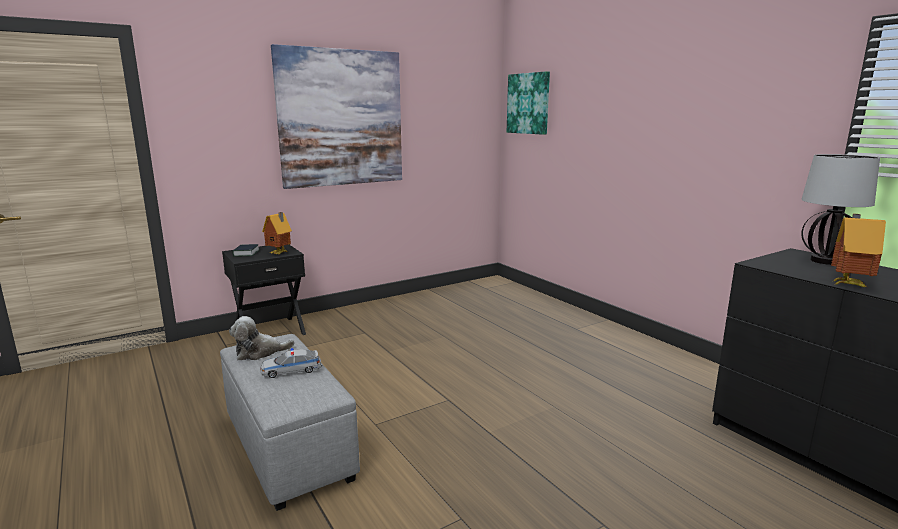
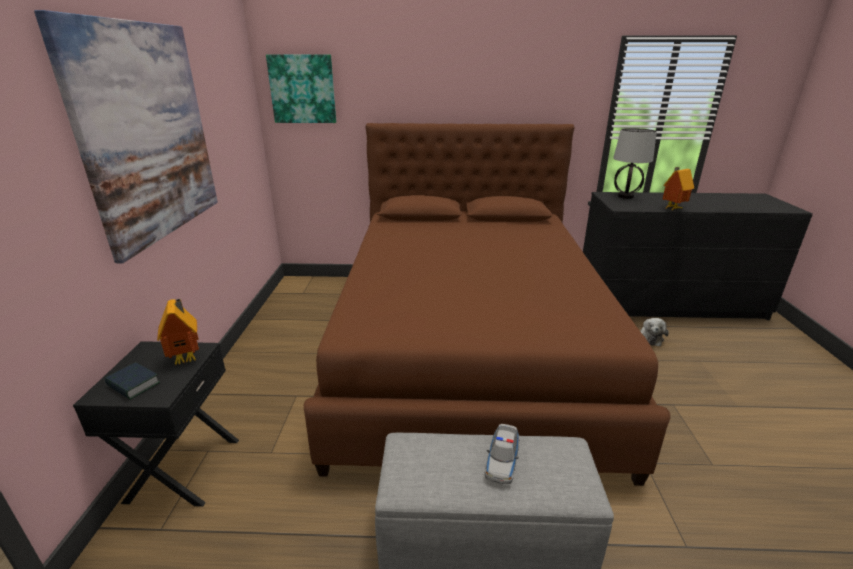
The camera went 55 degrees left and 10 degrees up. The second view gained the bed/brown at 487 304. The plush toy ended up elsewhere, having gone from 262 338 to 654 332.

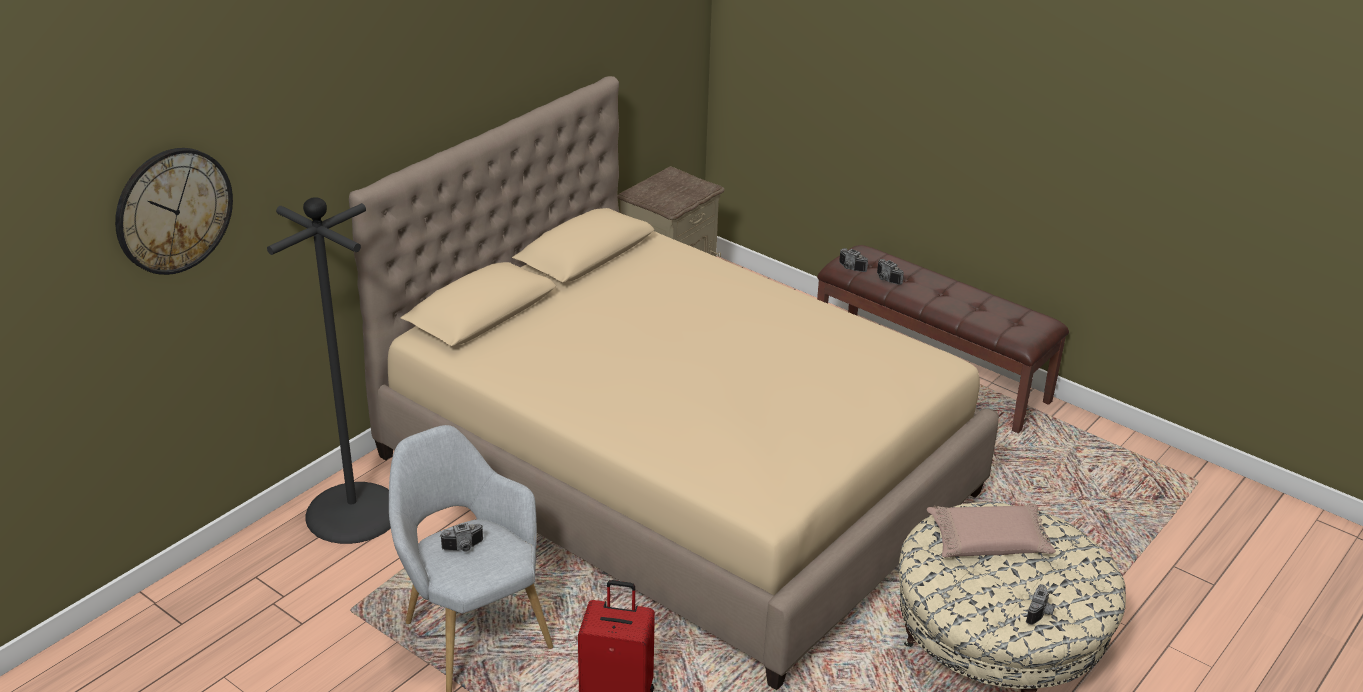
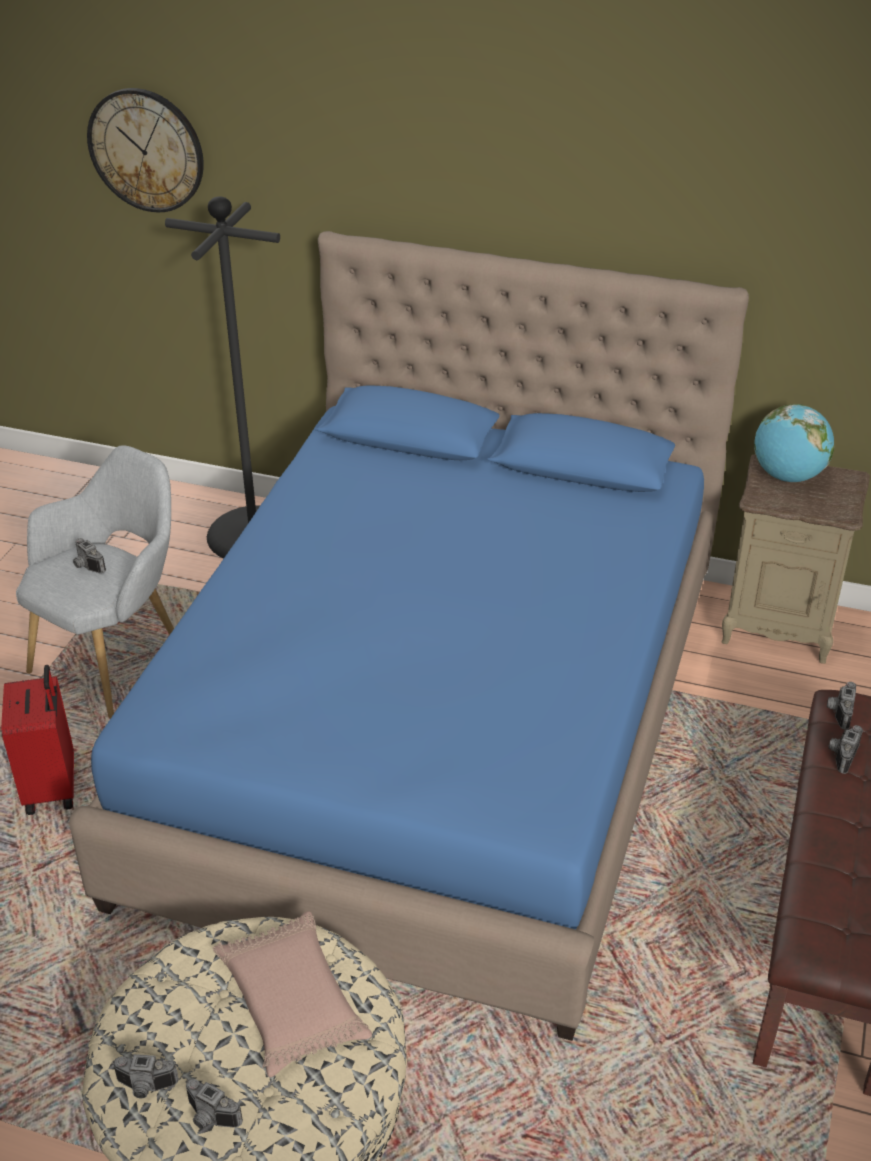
The camera went 70 degrees right and 5 degrees up. What was the bed/beige at 674 383 turned into the bed/blue at 409 636. The second view gained the photo camera at 214 1104. The second view gained the globe at 794 443.

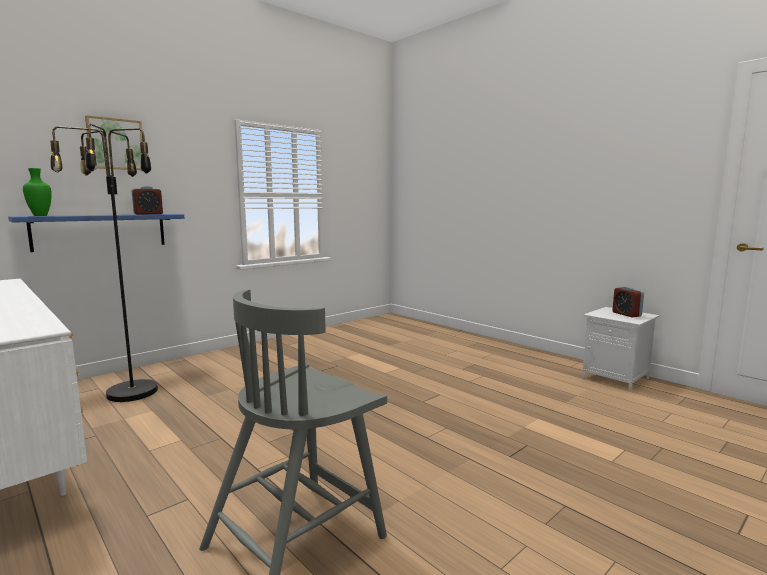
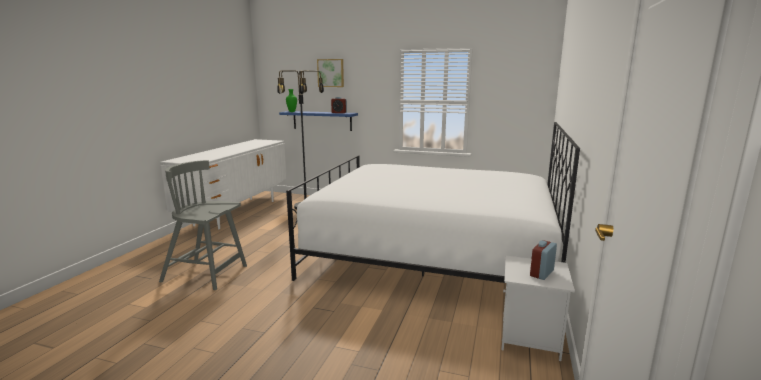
The camera went 60 degrees right and 5 degrees up. The second view gained the bed/white at 433 202.

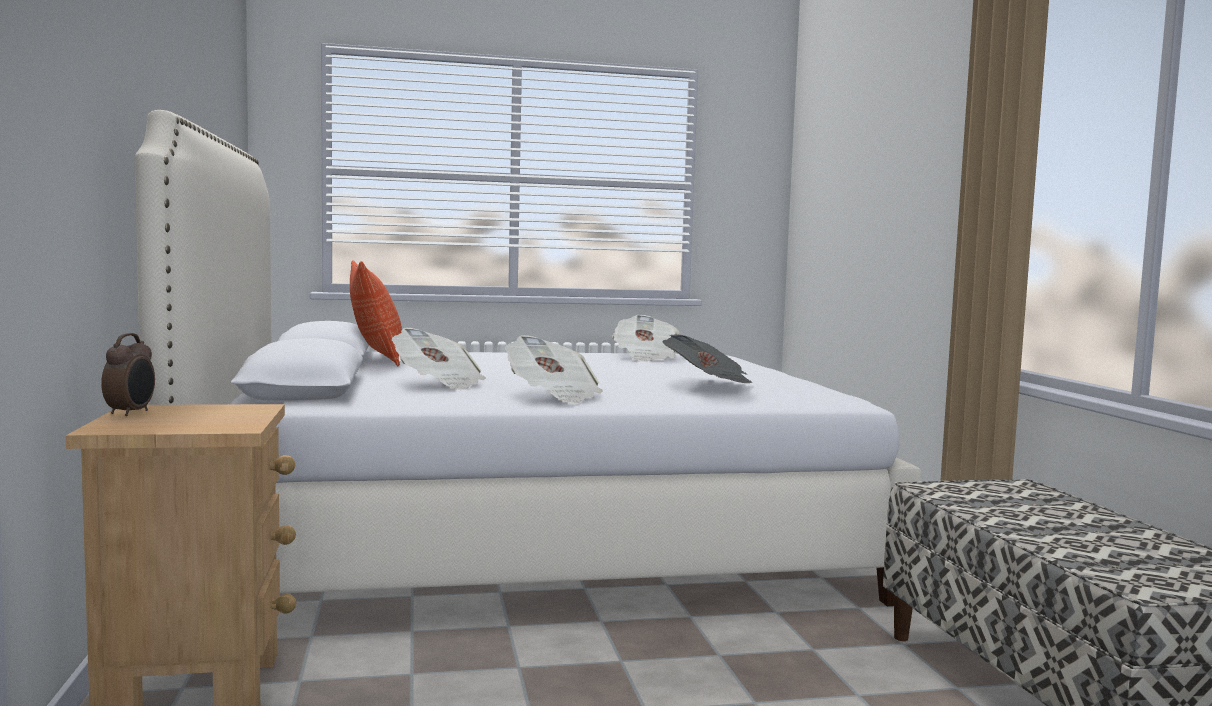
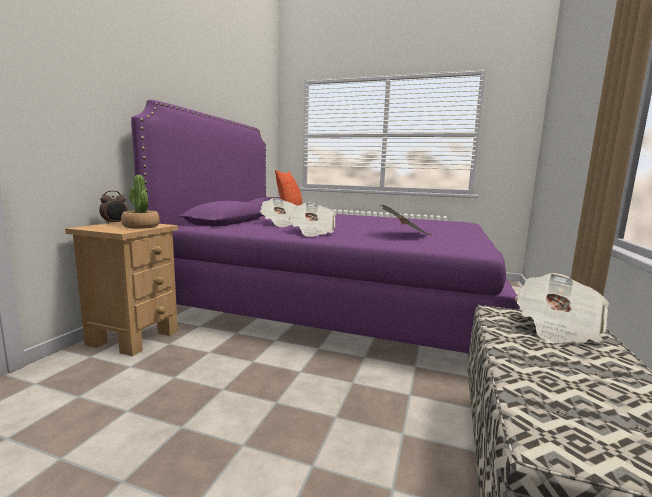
The camera went 30 degrees right and 5 degrees up. The second view gained the potted plant at 140 202. What was the bed/white at 528 358 turned into the bed/purple at 325 226. The newspaper ended up elsewhere, having gone from 645 338 to 562 308.

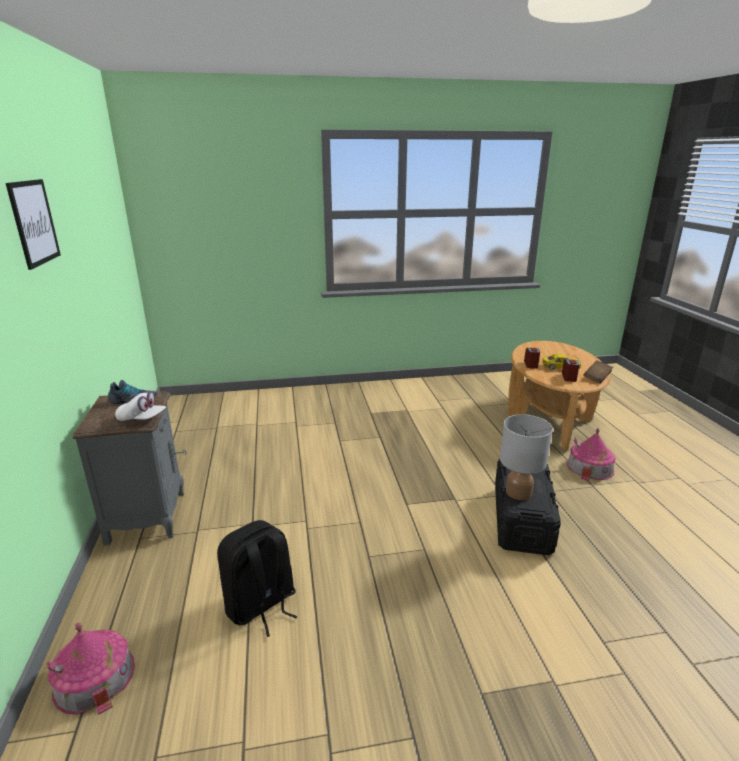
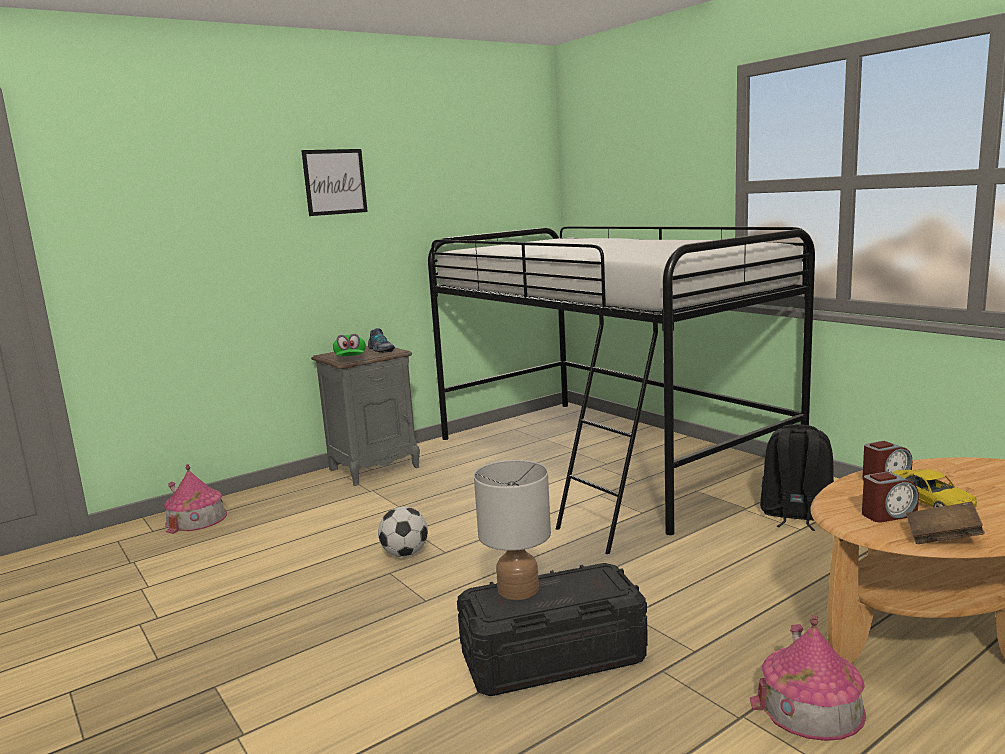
The camera went 65 degrees right and 10 degrees down. What was the cap/white at 140 406 turned into the cap/green at 349 345. The second view gained the football at 403 532. The second view gained the bed/black at 621 390. The backpack/black ended up elsewhere, having gone from 257 578 to 797 477.

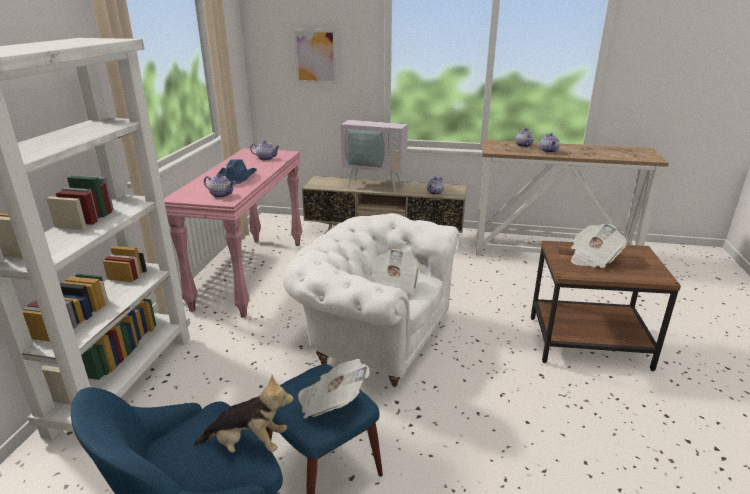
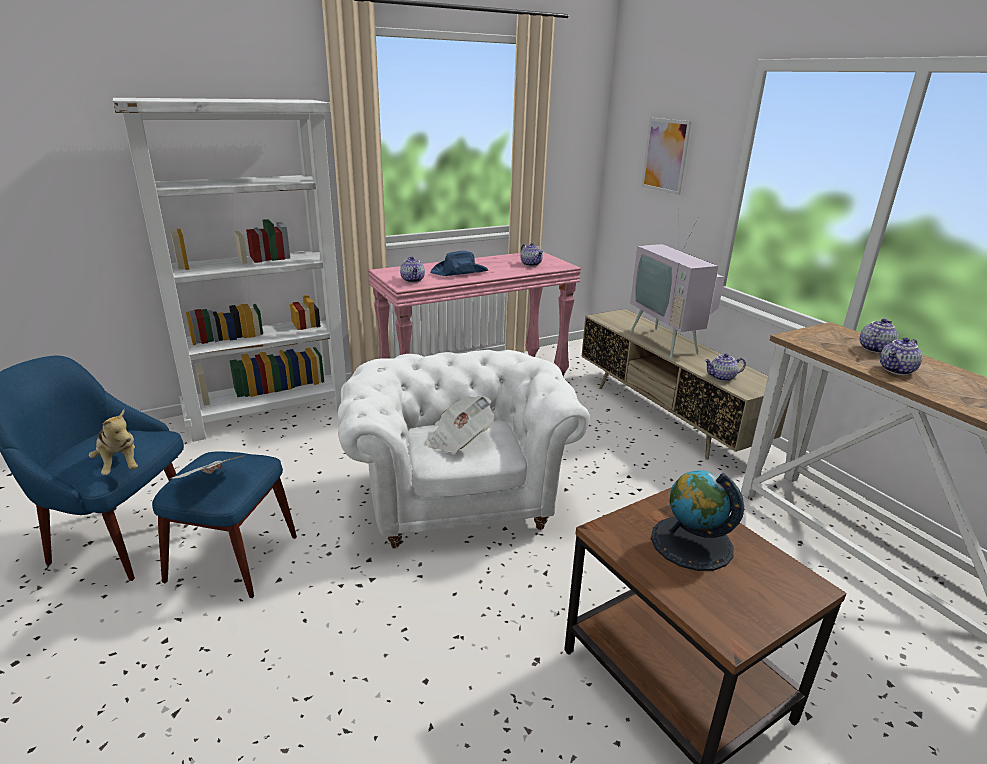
The camera went 50 degrees right and 0 degrees up. Where the newspaper stood at 599 246, the globe came to stand at 697 520.

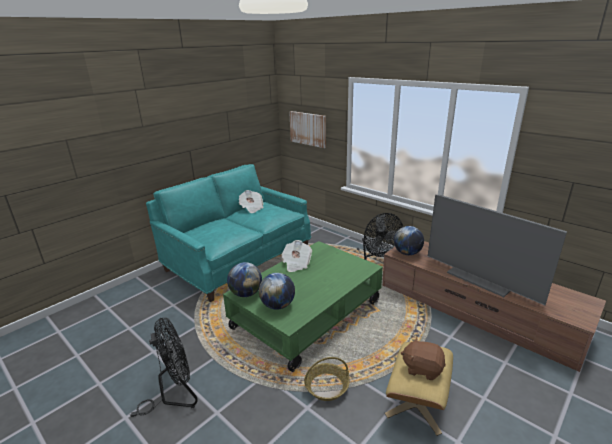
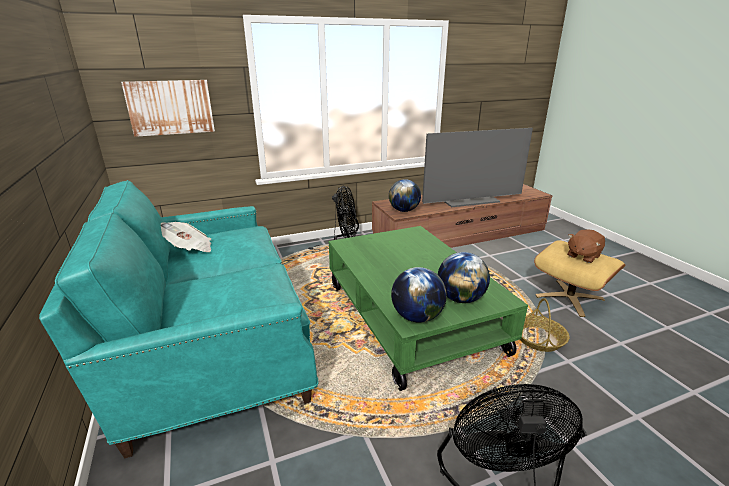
The camera went 65 degrees left and 0 degrees up. The second view lost the newspaper at 297 256.

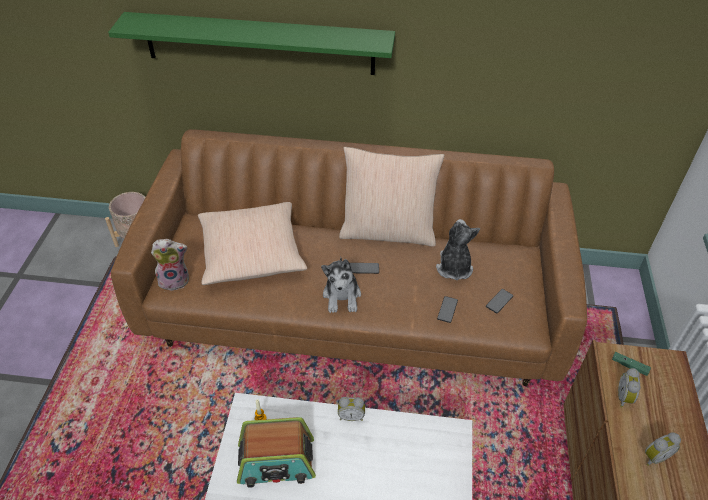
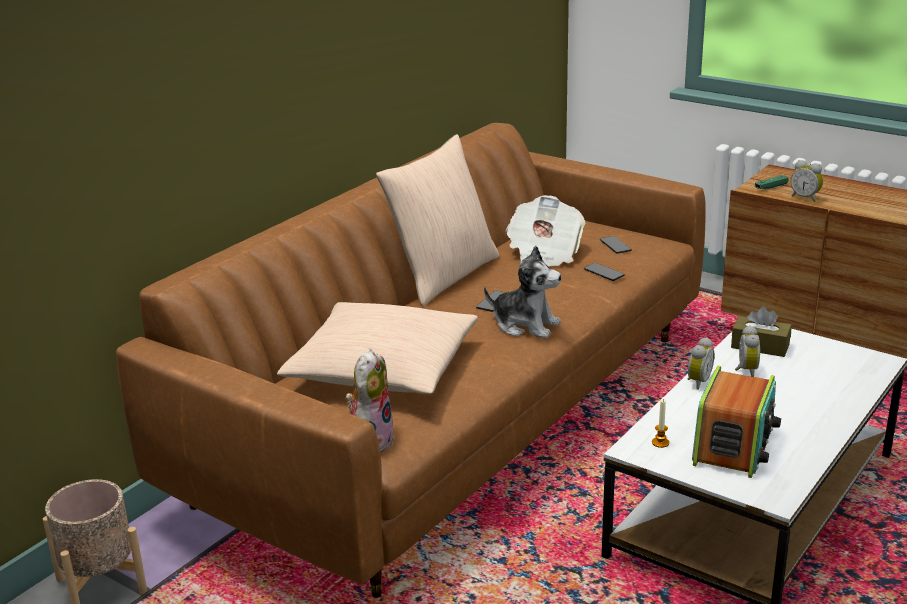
The camera went 60 degrees left and 20 degrees down. Where the plush toy stood at 458 249, the newspaper came to stand at 545 230. The second view gained the tissue box/brown at 761 332. The alarm clock ended up elsewhere, having gone from 663 449 to 747 351. The second view lost the shelf/green at 251 43.

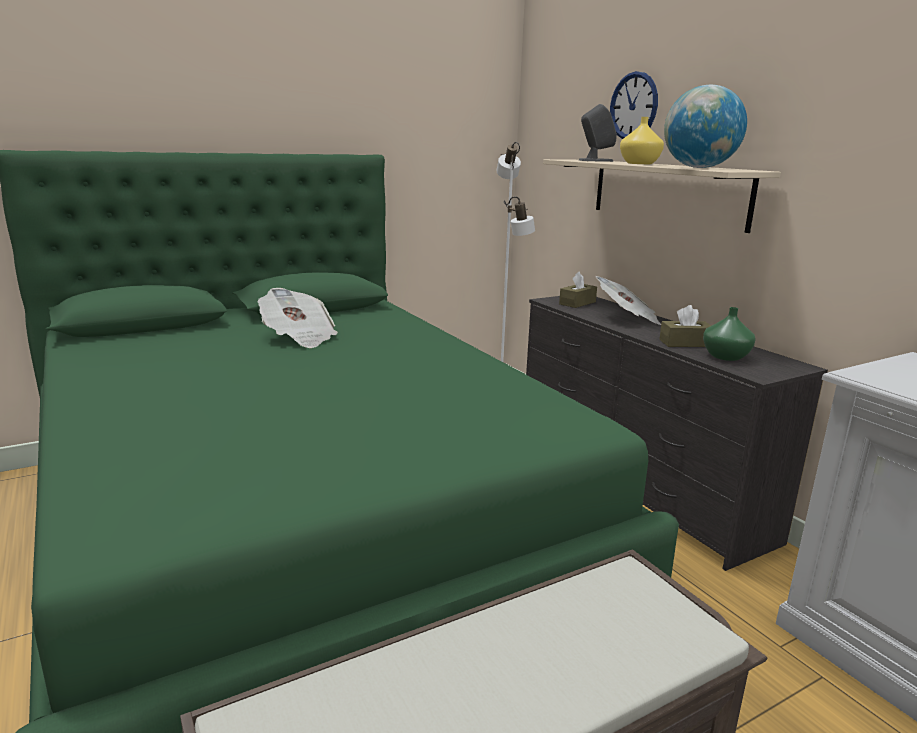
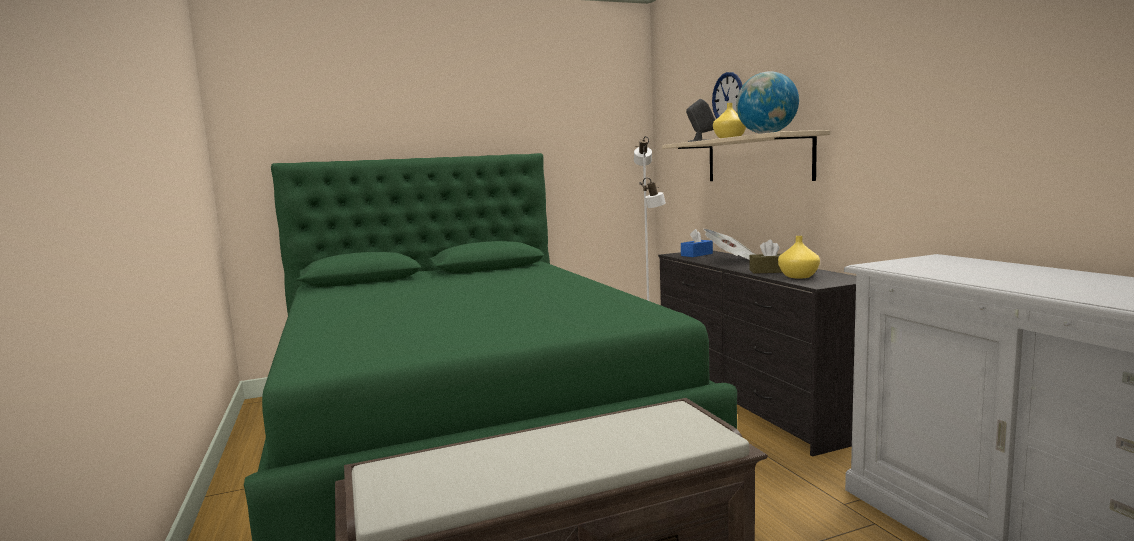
The camera went 10 degrees right and 10 degrees down. What was the tissue box/brown at 578 290 turned into the tissue box/blue at 697 243. What was the vase/green at 729 334 turned into the vase/yellow at 799 257. The second view lost the newspaper at 298 318.

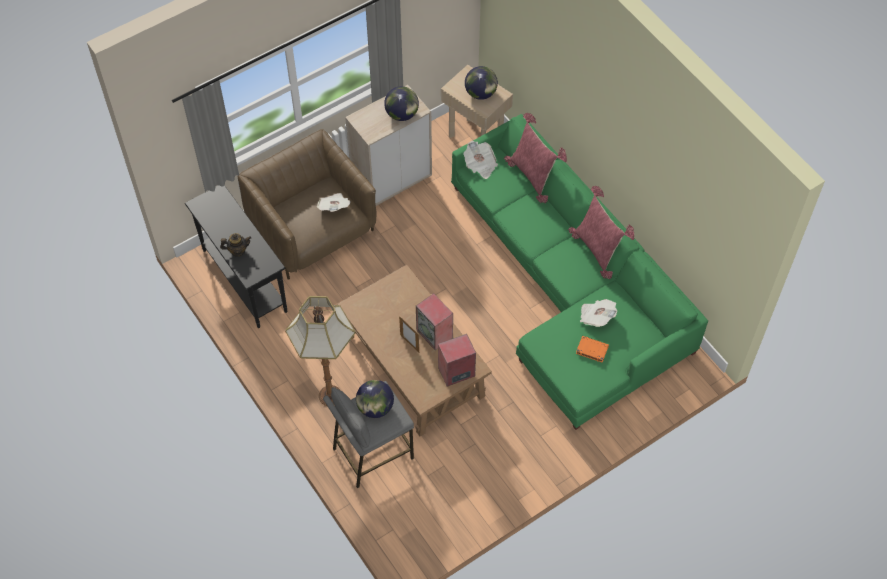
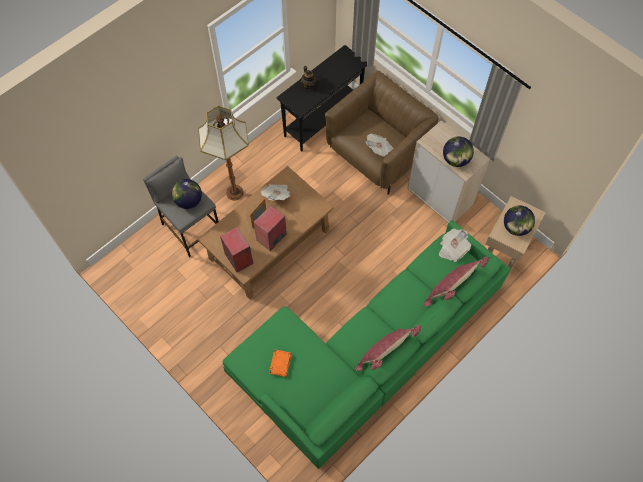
The camera went 80 degrees right and 5 degrees up. The newspaper ended up elsewhere, having gone from 598 313 to 275 192.

